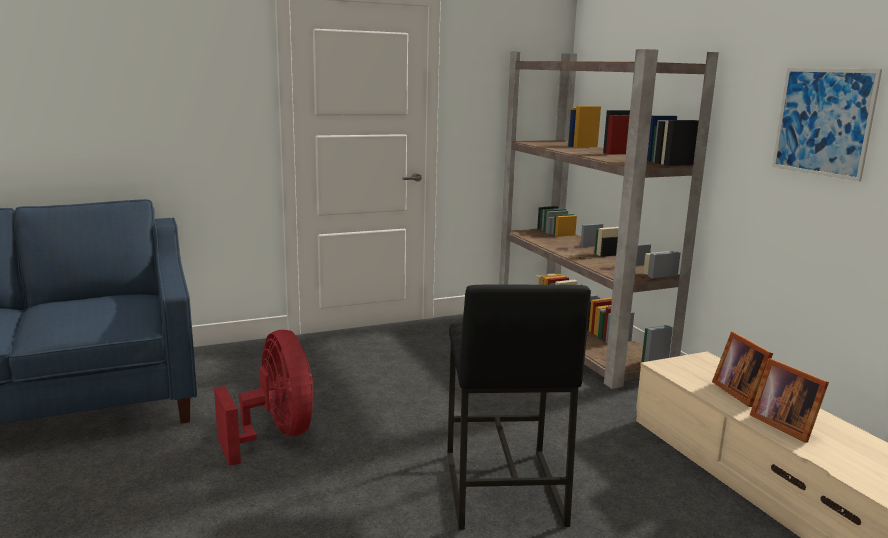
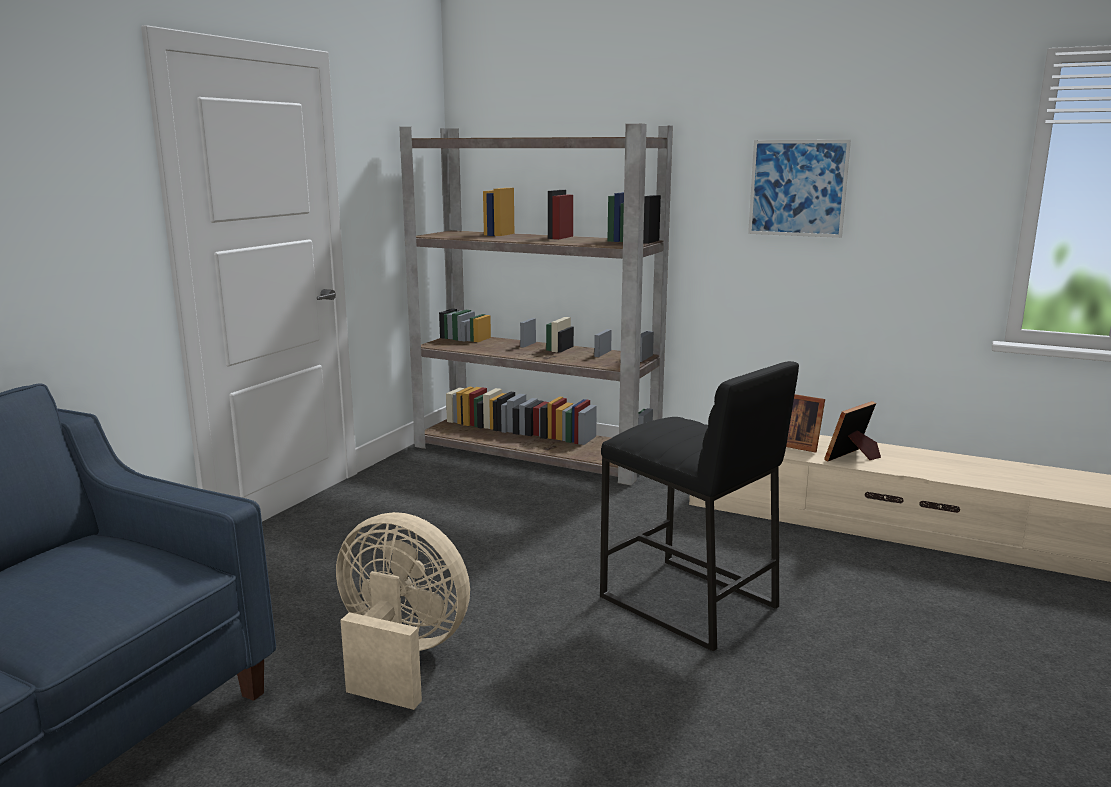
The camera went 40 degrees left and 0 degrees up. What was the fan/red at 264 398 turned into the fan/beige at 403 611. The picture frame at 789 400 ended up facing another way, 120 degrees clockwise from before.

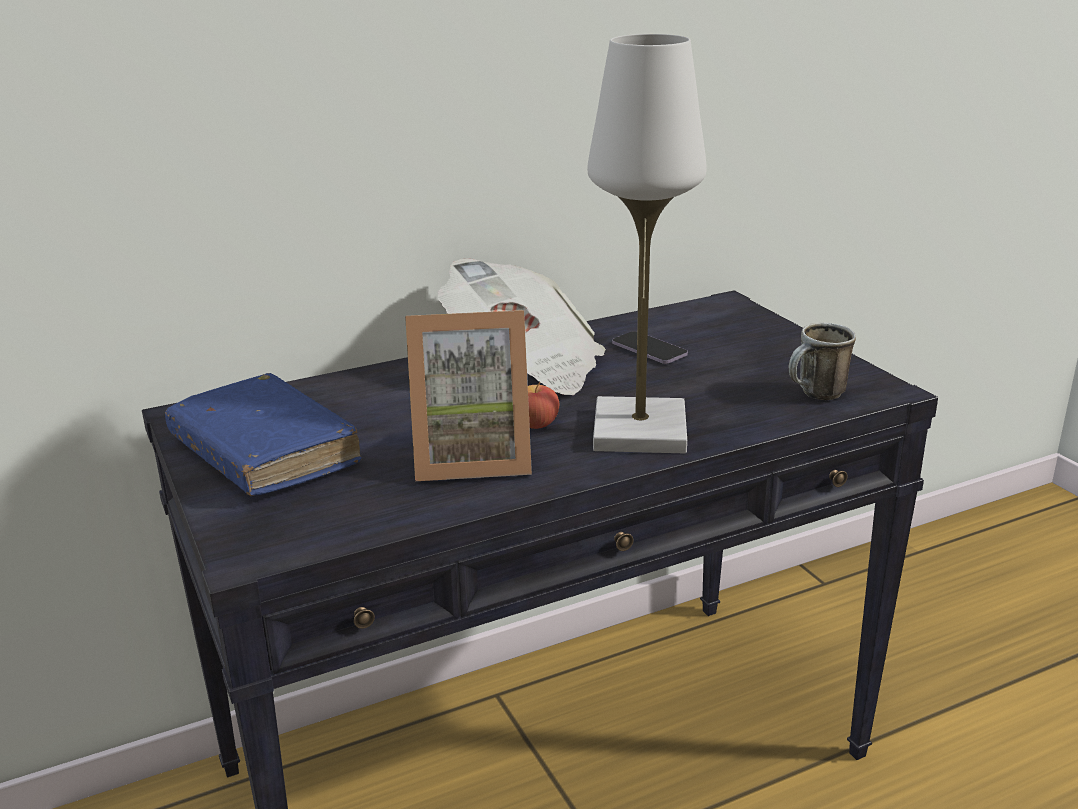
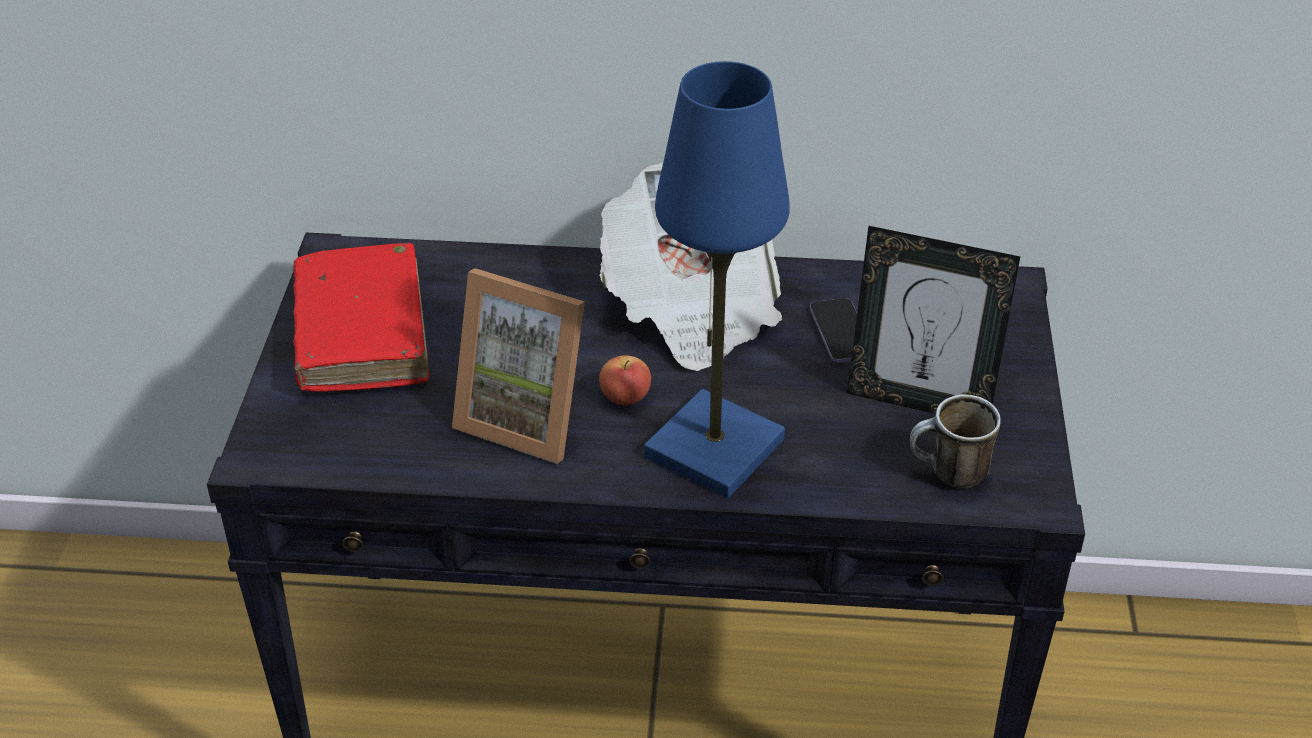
The camera went 30 degrees right and 15 degrees up. What was the book/blue at 263 434 turned into the book/red at 361 317. What was the table lamp/white at 647 243 turned into the table lamp/blue at 717 279. The second view gained the picture frame at 933 320.

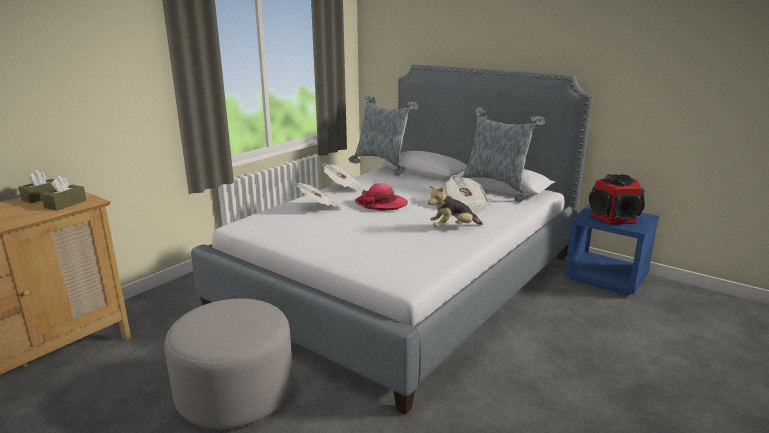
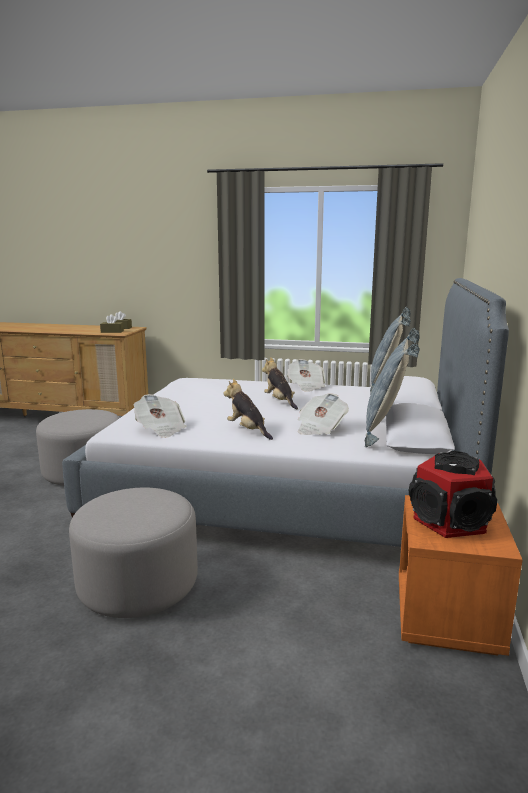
The camera went 65 degrees right and 5 degrees down. The second view gained the ottoman/grey at 133 553. The newspaper ended up elsewhere, having gone from 317 195 to 160 416. Where the hat stood at 381 197, the plush toy came to stand at 280 383. What was the nightstand/blue at 611 250 turned into the nightstand/orange at 461 575.

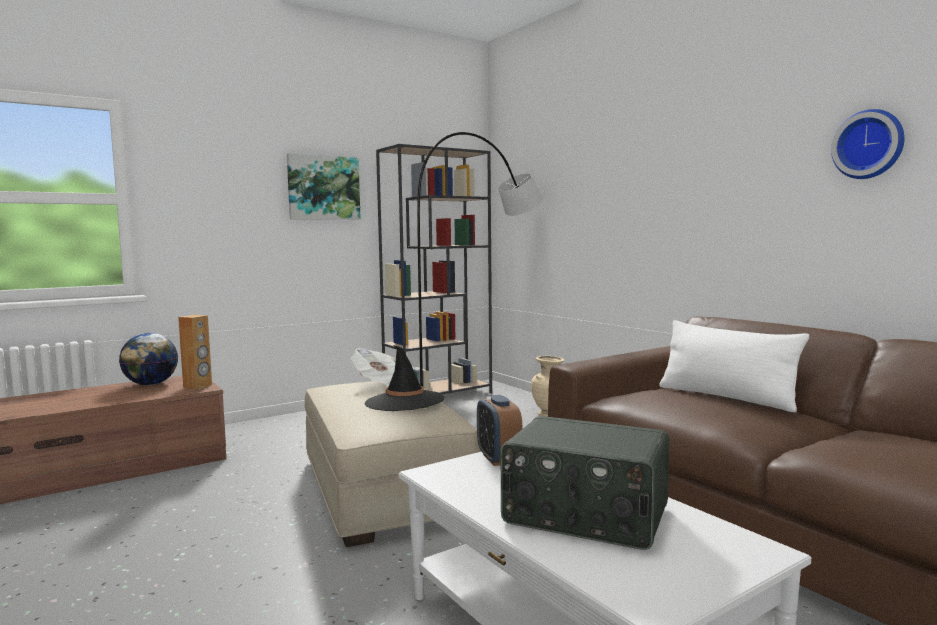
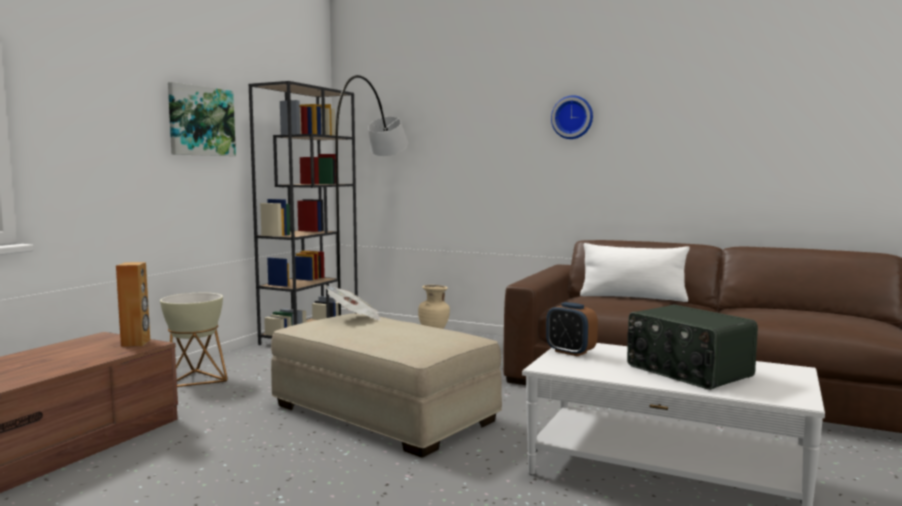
The camera went 30 degrees left and 0 degrees up. The second view gained the planter at 193 340. The wall clock ended up elsewhere, having gone from 868 144 to 572 117. The radio at 585 483 ended up facing another way, 60 degrees clockwise from before. The second view lost the globe at 148 359. The second view lost the hat/black at 404 378.

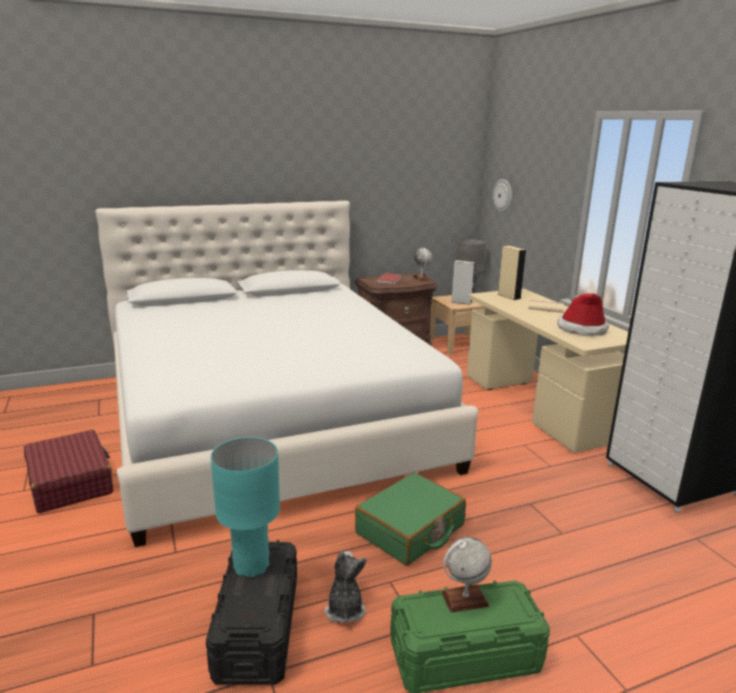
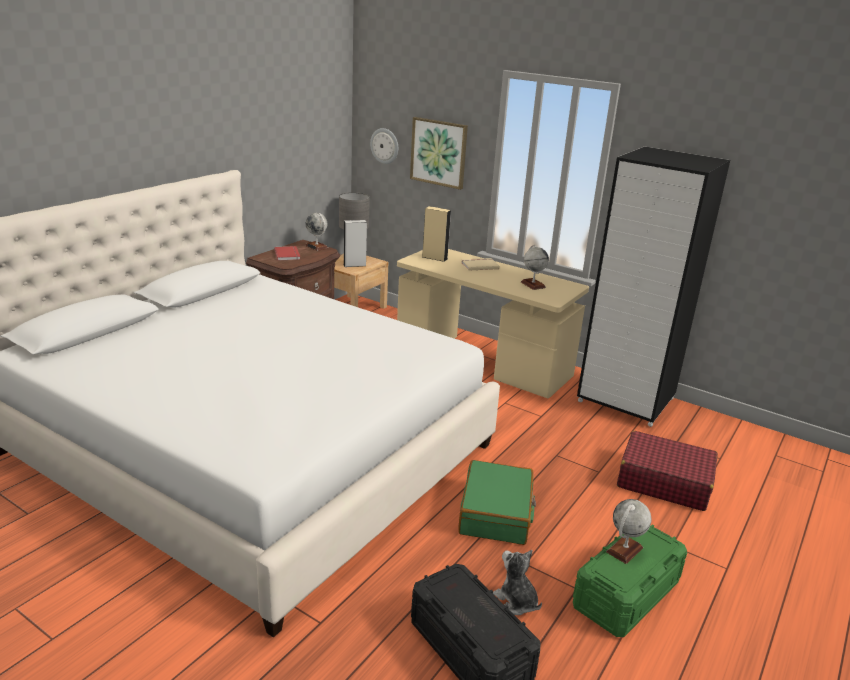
The camera went 35 degrees left and 5 degrees up. The second view gained the picture at 439 153. Where the hat stood at 583 314, the globe came to stand at 535 267. The suitcase/red ended up elsewhere, having gone from 69 471 to 667 471. The second view lost the table lamp/turquoise at 245 507.

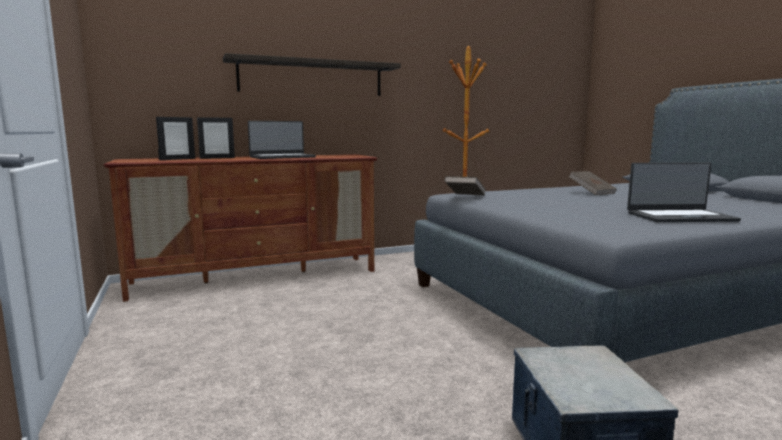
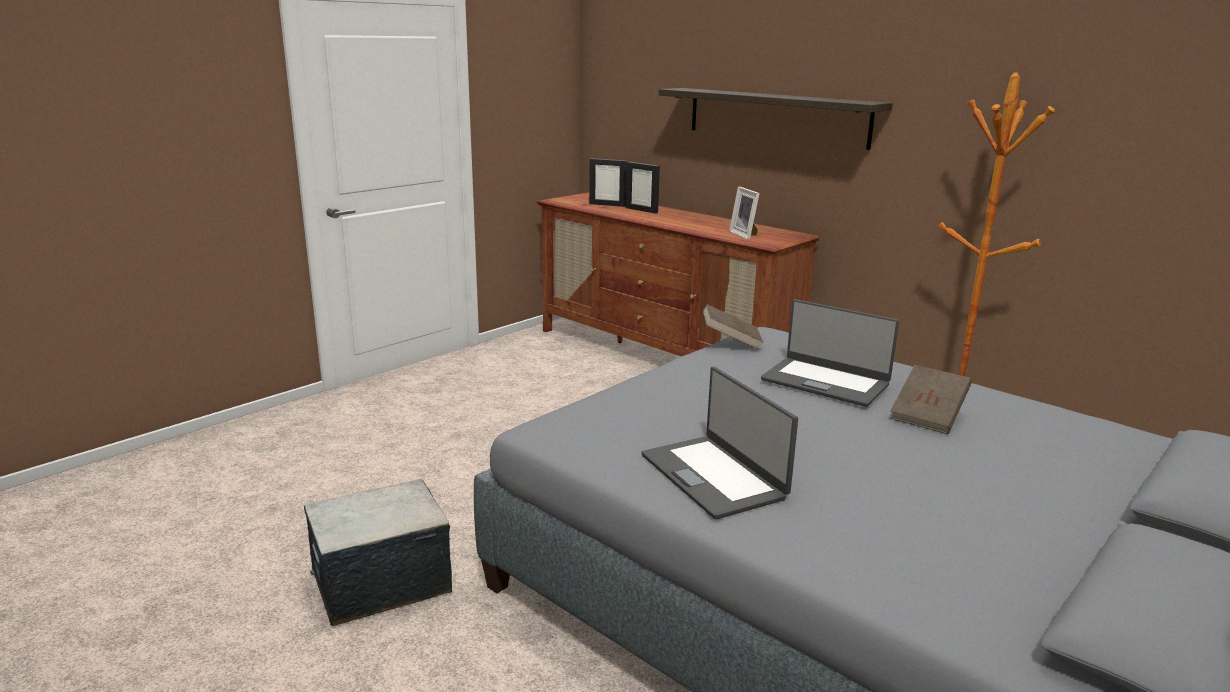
The camera went 65 degrees right and 10 degrees up. The second view gained the picture frame at 744 213. The laptop ended up elsewhere, having gone from 282 140 to 830 353.

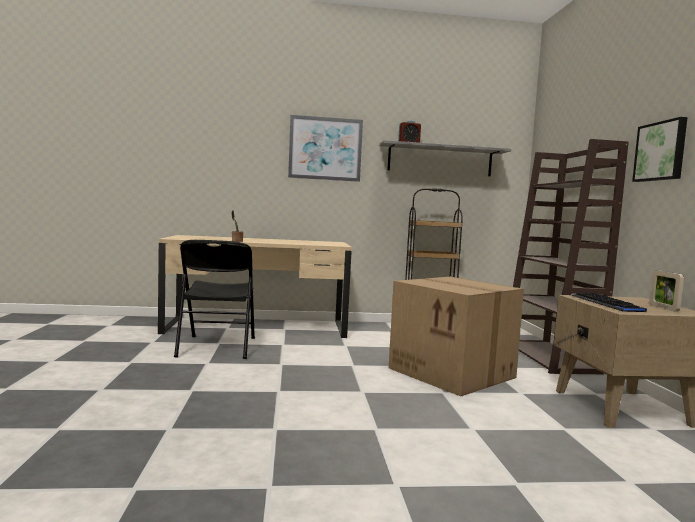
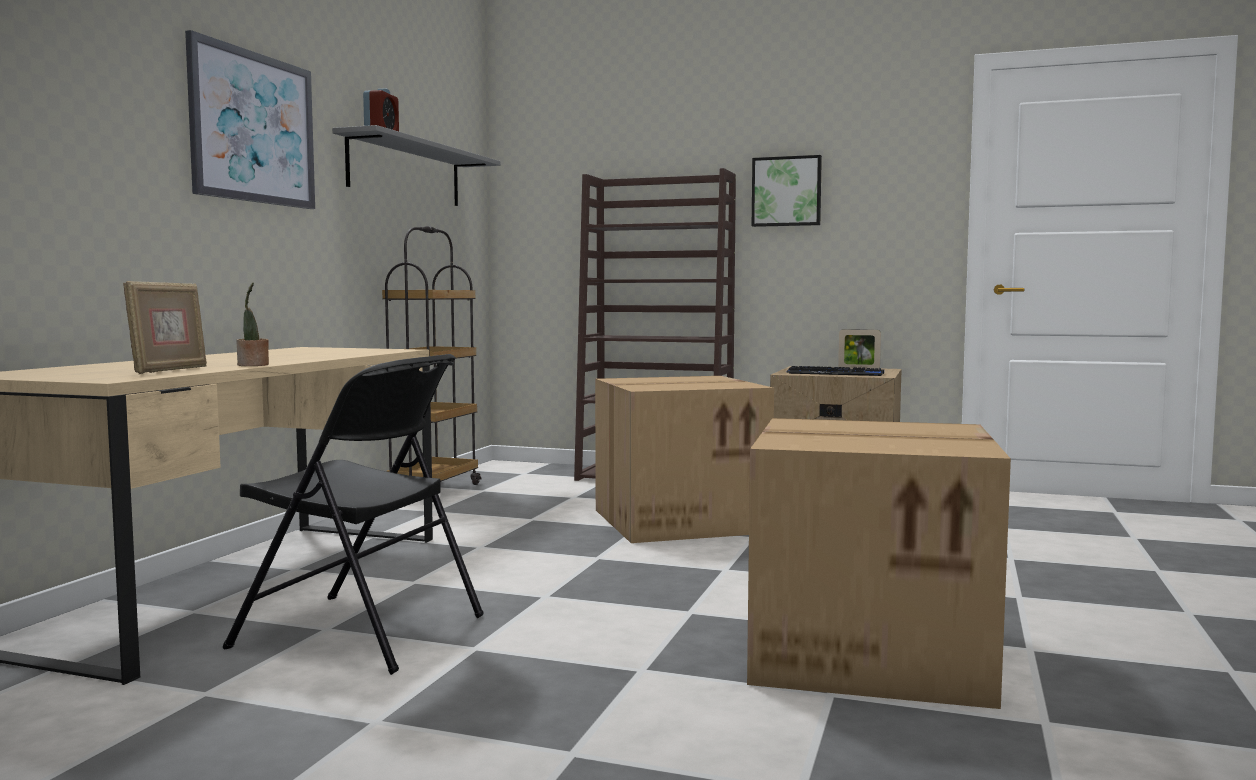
The camera went 65 degrees left and 0 degrees up. The second view gained the picture frame at 165 327. The second view gained the cardboard box at 879 563.

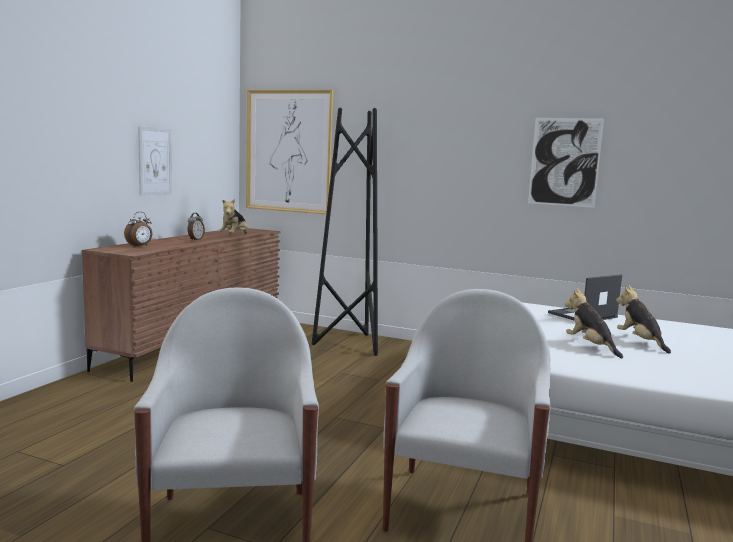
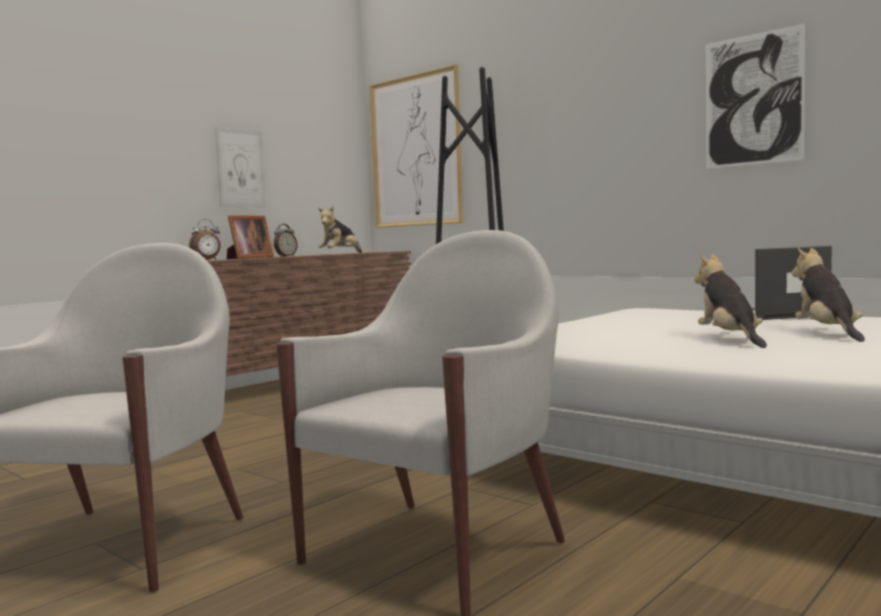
The camera went 20 degrees right and 5 degrees down. The second view gained the picture frame at 250 237.

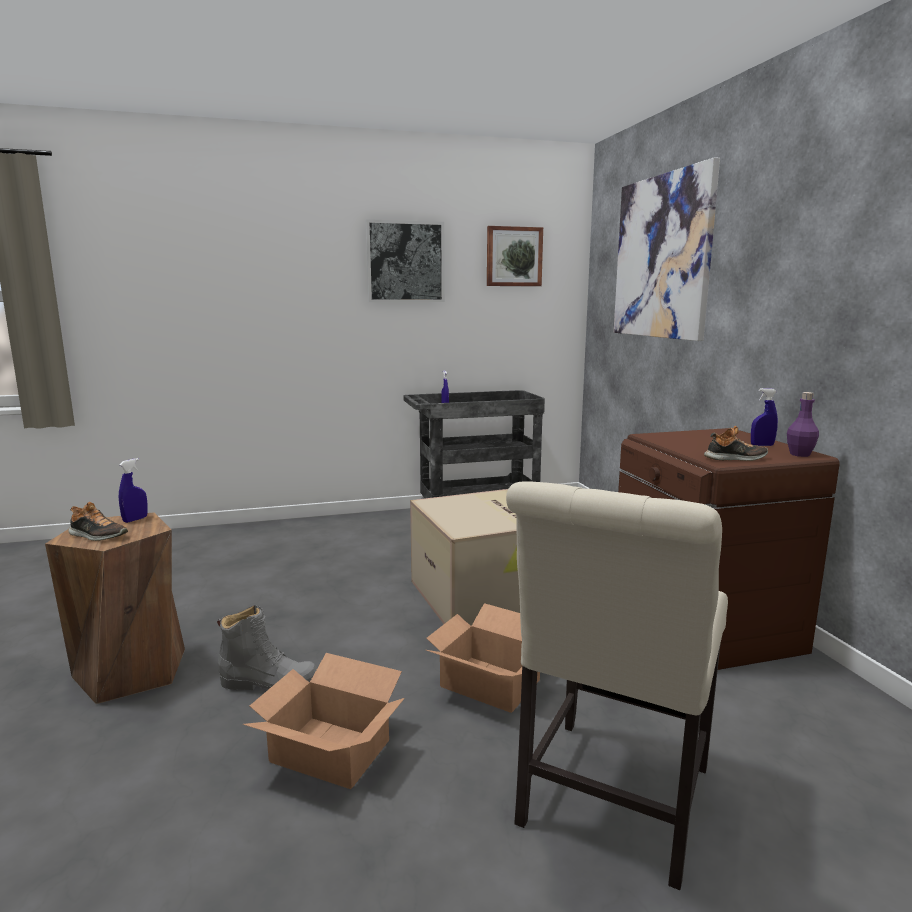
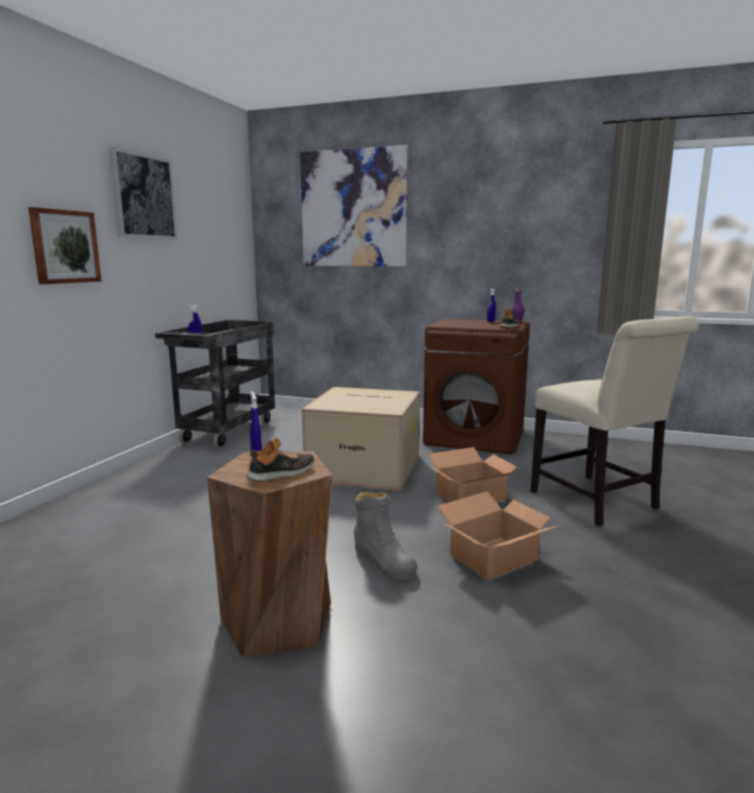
The camera went 55 degrees left and 0 degrees up. The picture ended up elsewhere, having gone from 515 256 to 64 245. The boot/grey at 267 647 ended up facing another way, 105 degrees clockwise from before.

